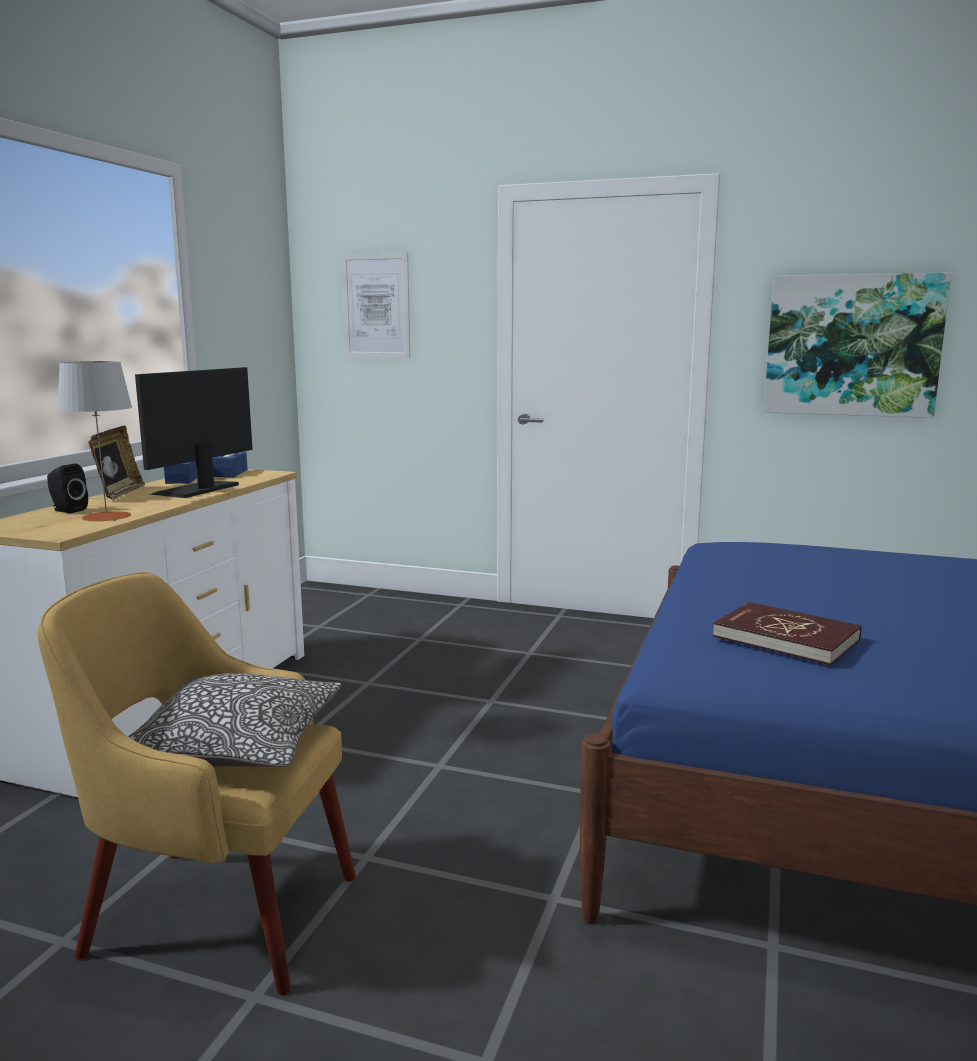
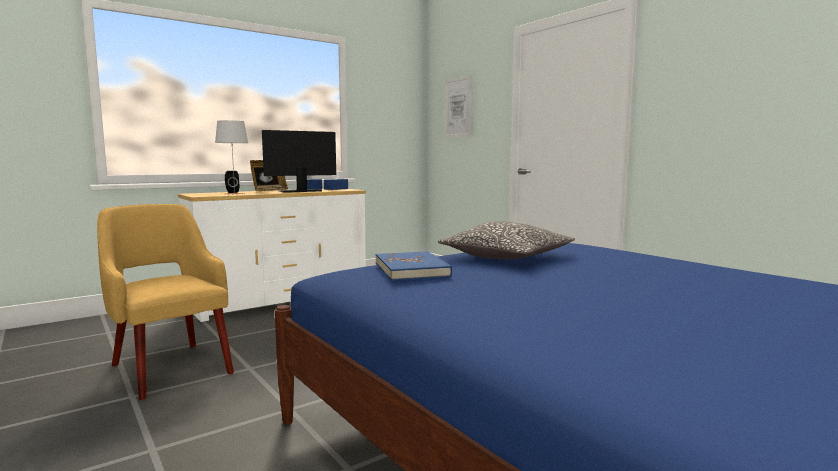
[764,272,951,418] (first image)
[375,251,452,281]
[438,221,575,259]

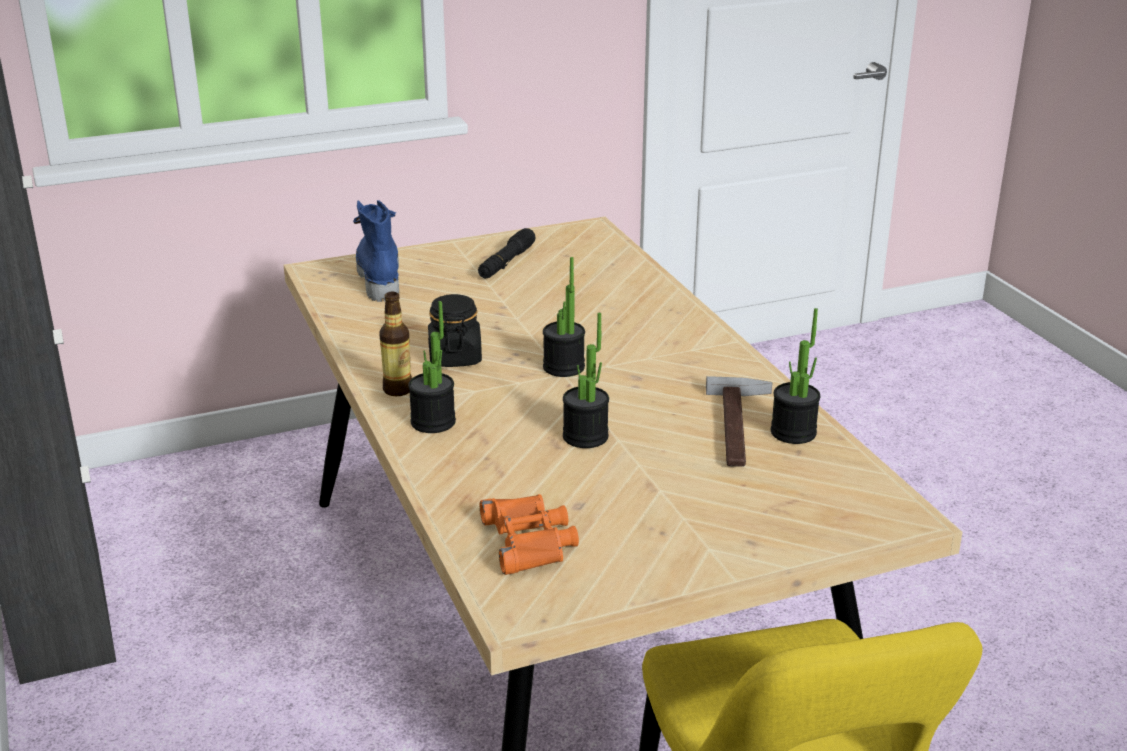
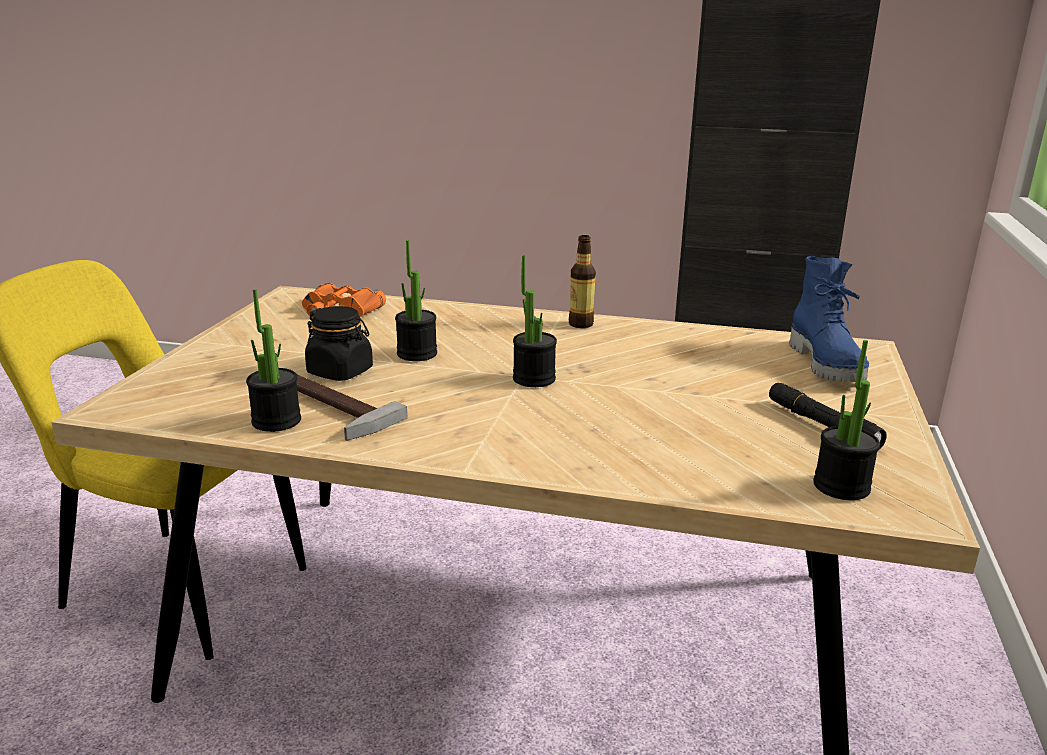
[789,256,869,382]
[305,306,373,381]
[813,340,880,500]

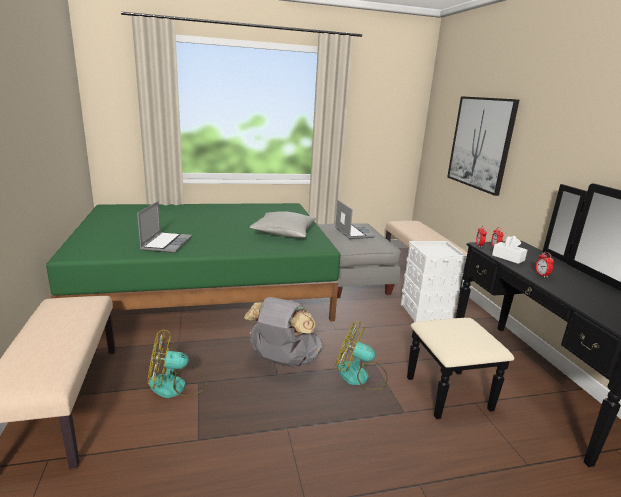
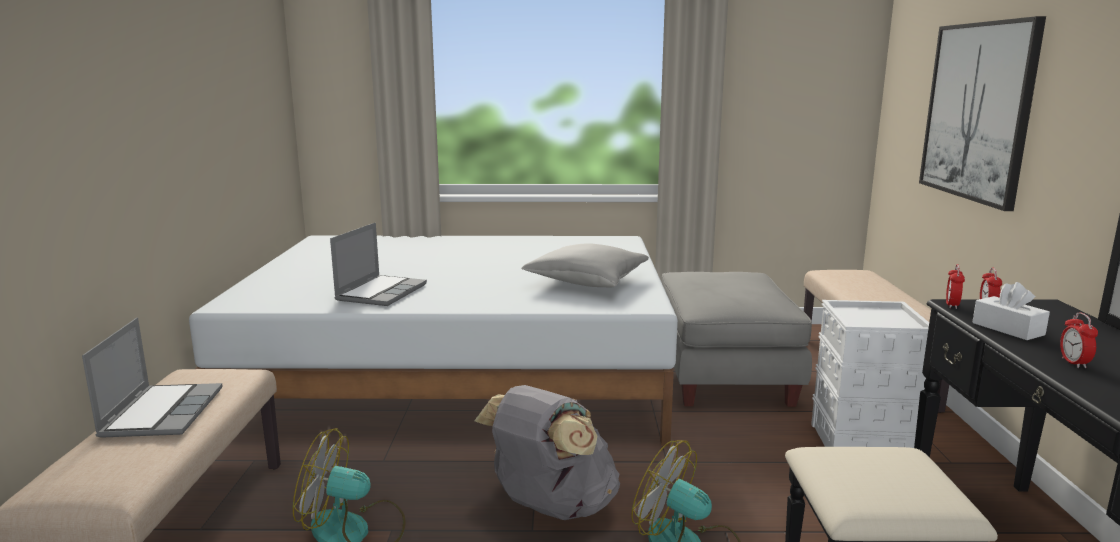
[82,318,222,438]
[189,236,678,446]

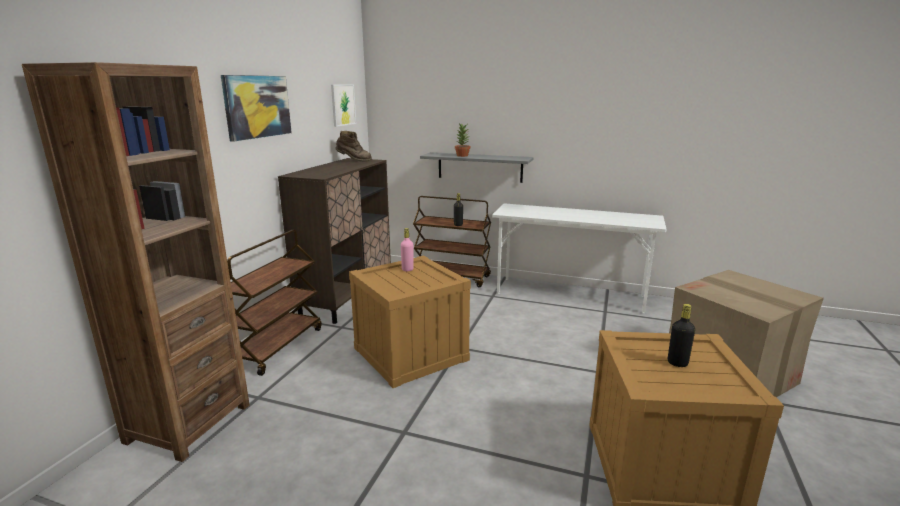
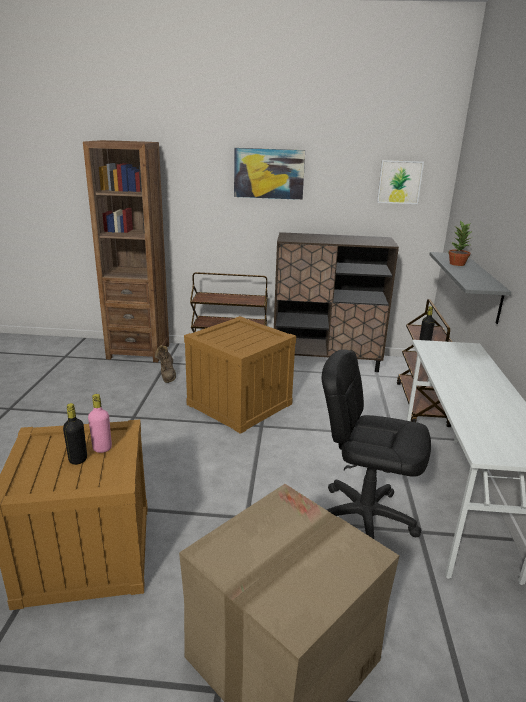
[155,345,176,383]
[88,394,112,453]
[322,350,431,539]

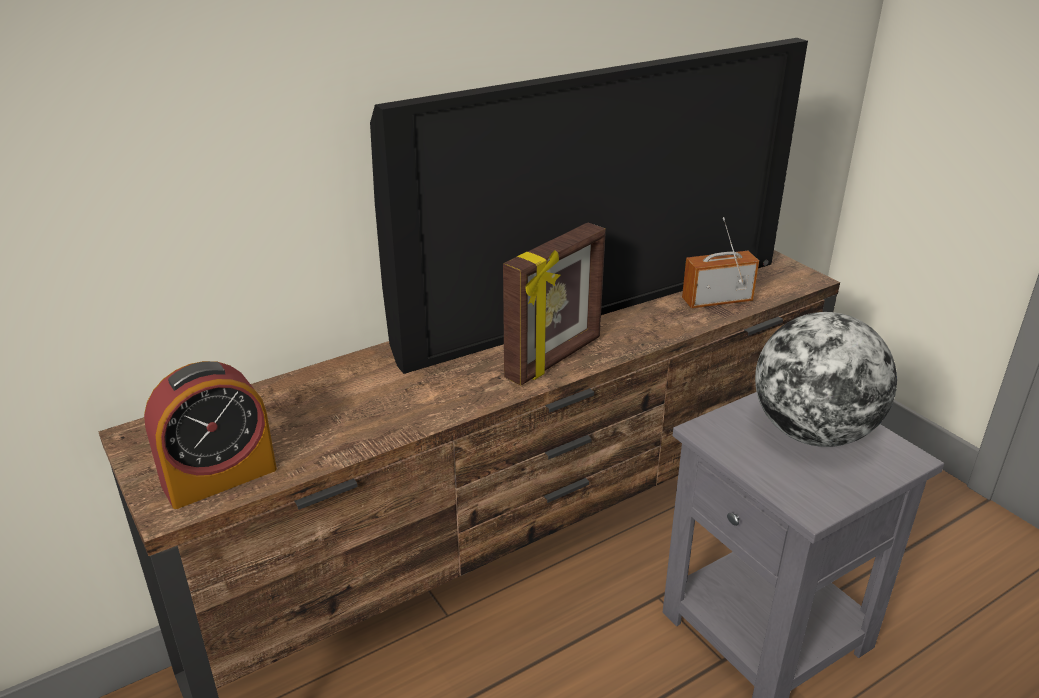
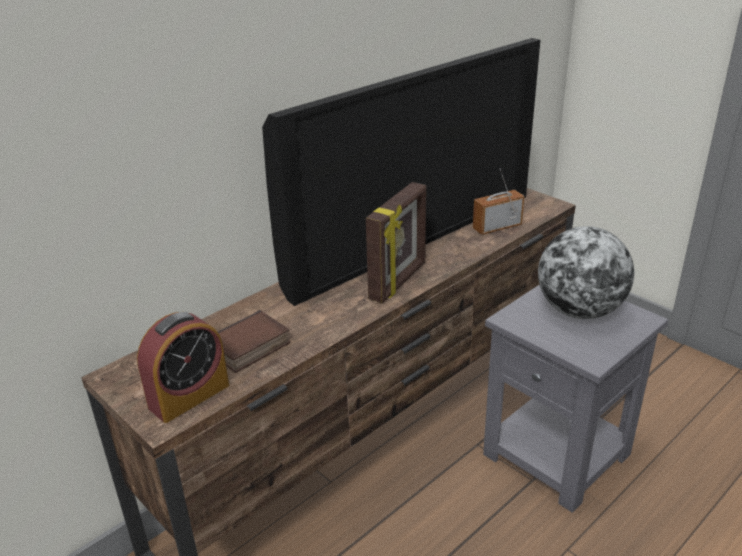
[218,310,291,373]

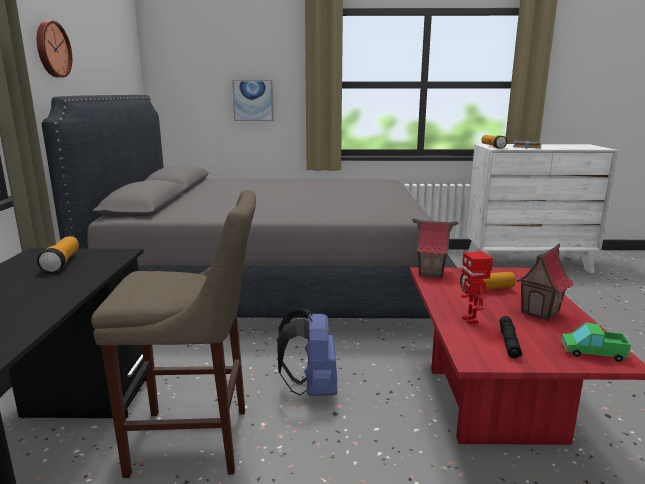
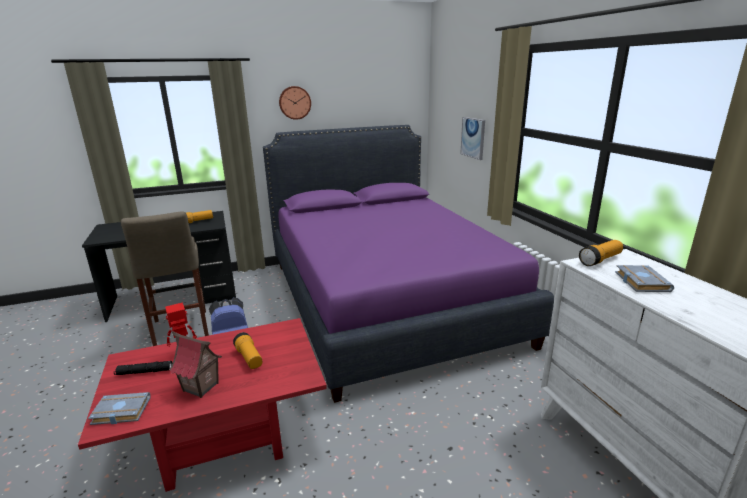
[263,125,554,403]
[412,219,458,278] (first image)
[88,392,150,425]

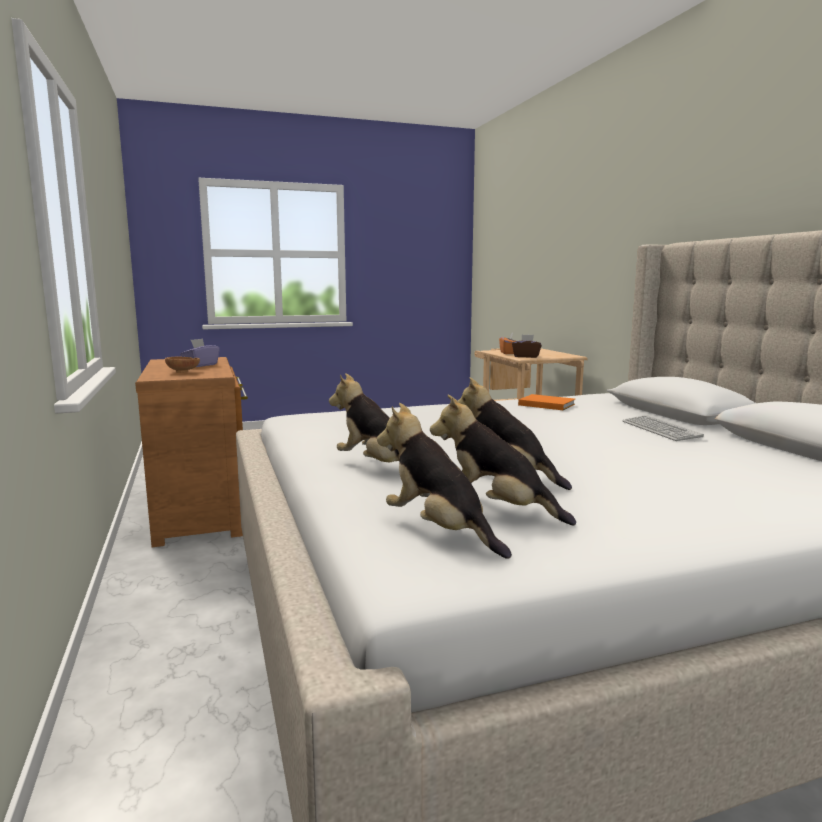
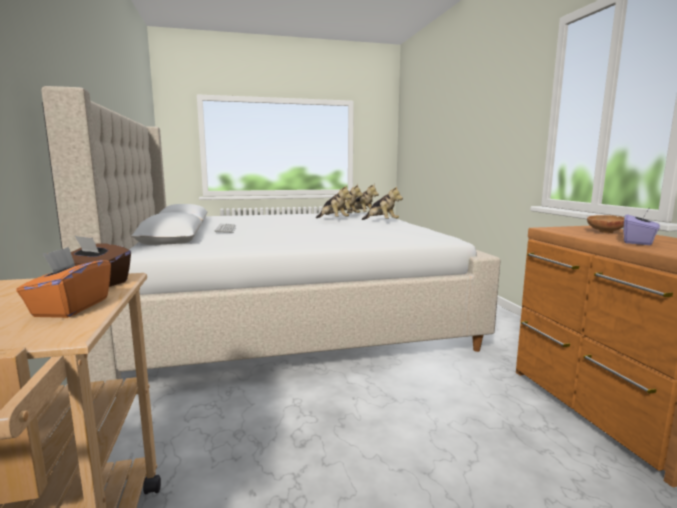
[518,394,575,410] (first image)

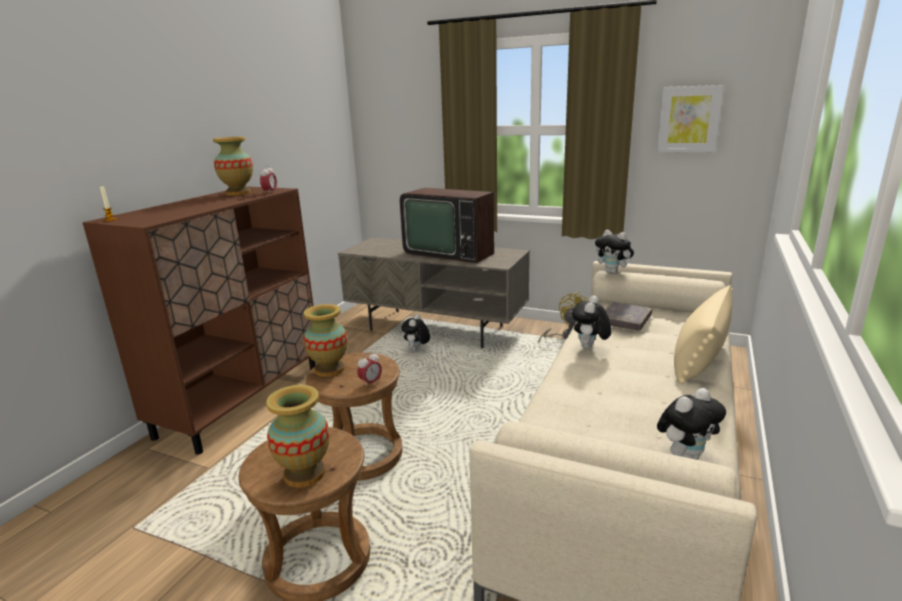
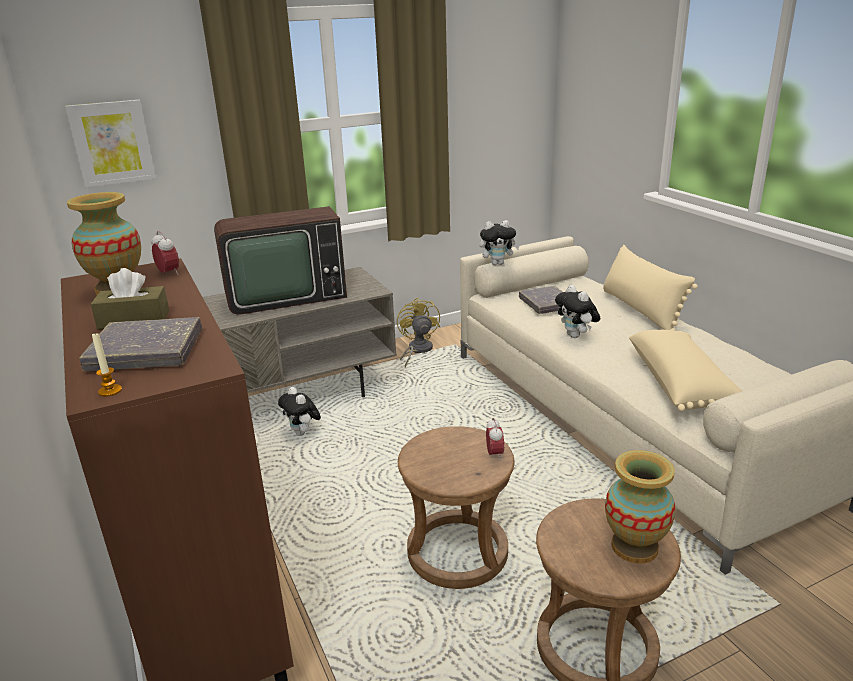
[65,100,156,187]
[304,304,348,377] (first image)
[657,388,726,459] (first image)
[91,268,169,329]
[79,317,202,371]
[629,330,742,411]

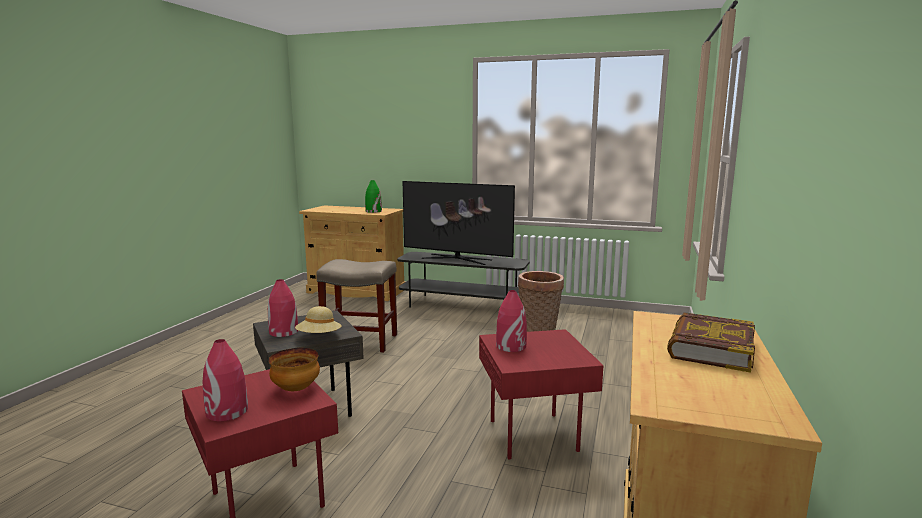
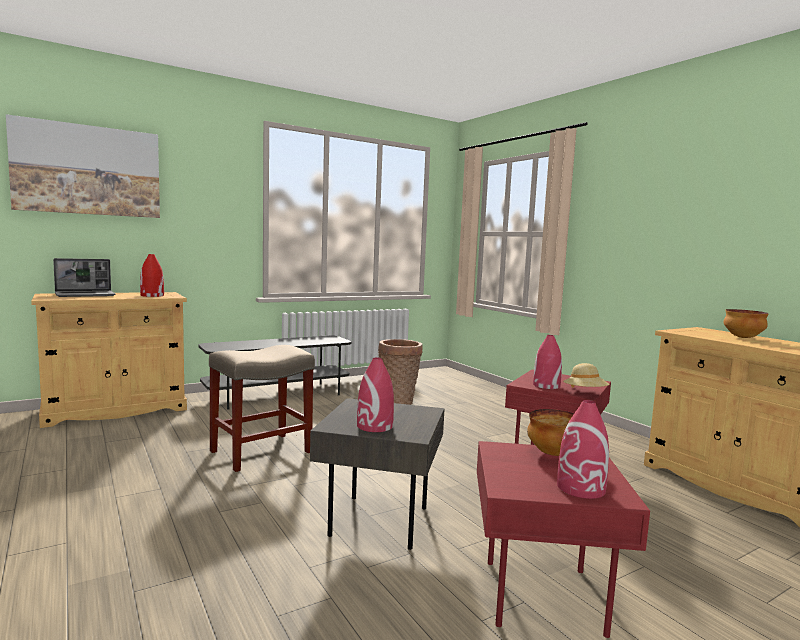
[140,254,164,297]
[403,181,515,265] (first image)
[563,363,609,388]
[724,309,769,338]
[6,114,160,218]
[53,258,115,297]

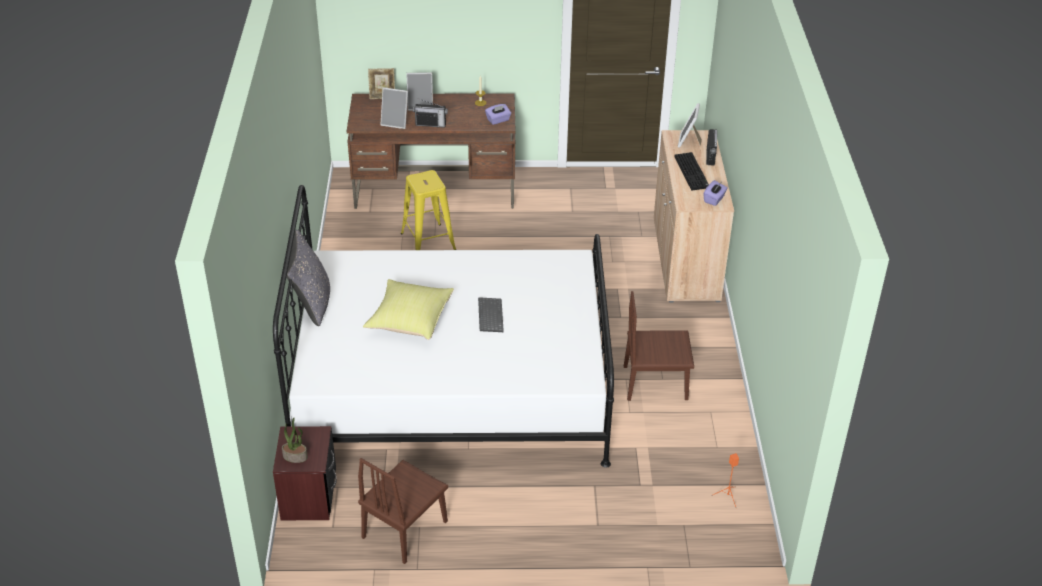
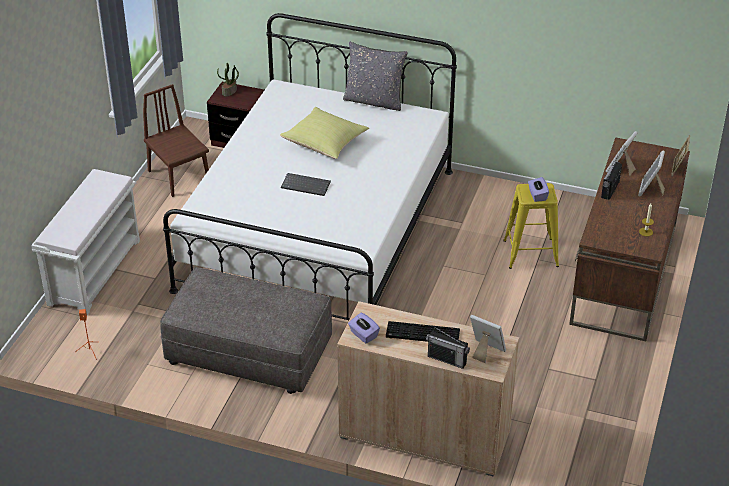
[528,177,549,202]
[160,267,332,394]
[31,169,140,315]

